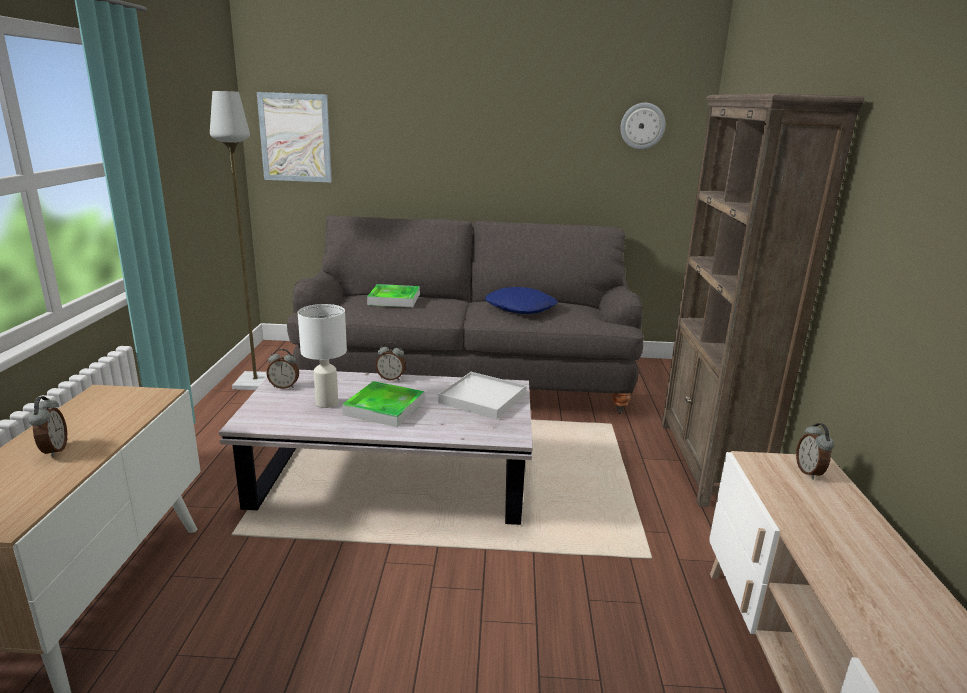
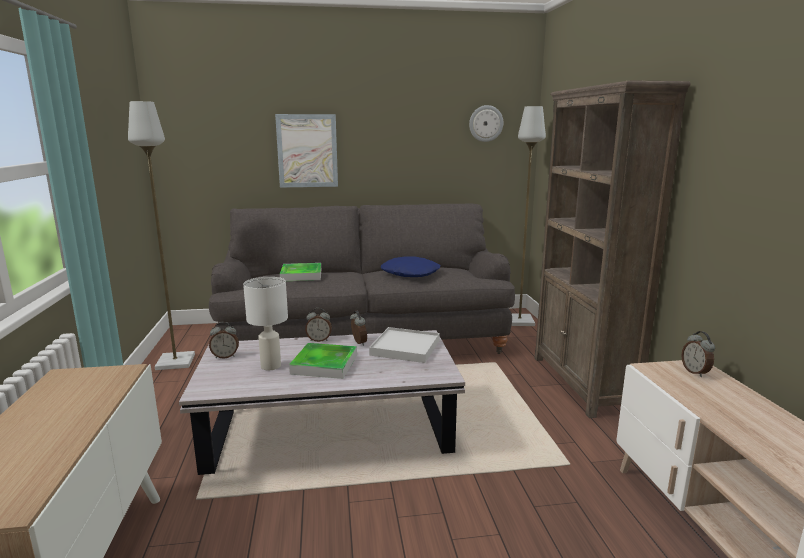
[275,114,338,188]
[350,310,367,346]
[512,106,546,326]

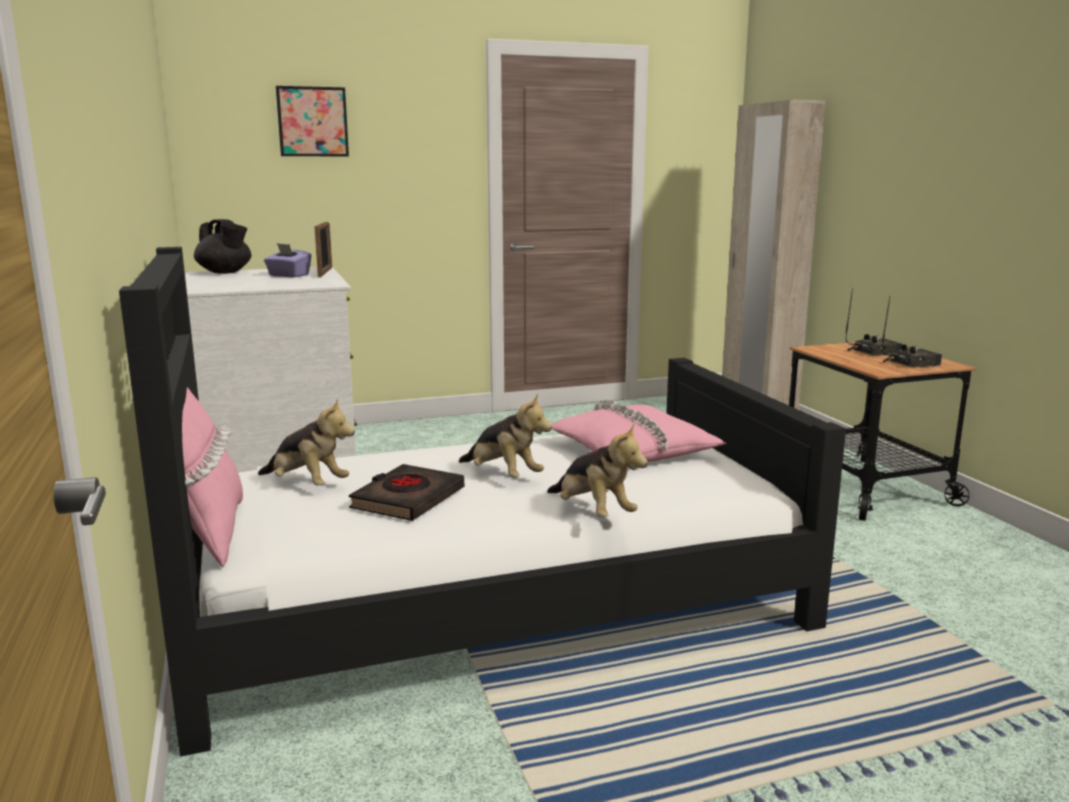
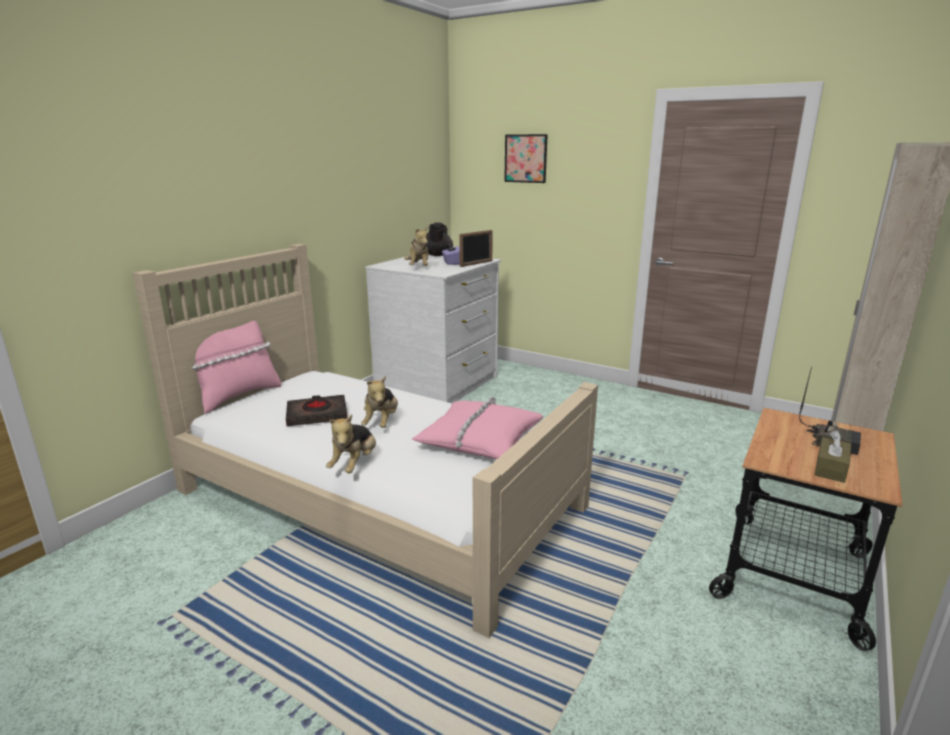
[132,244,598,638]
[815,430,851,483]
[404,227,428,266]

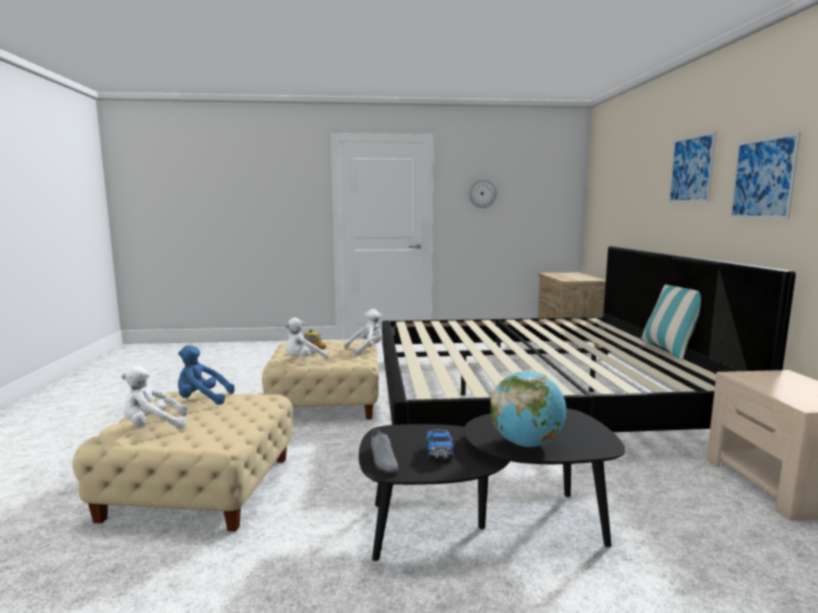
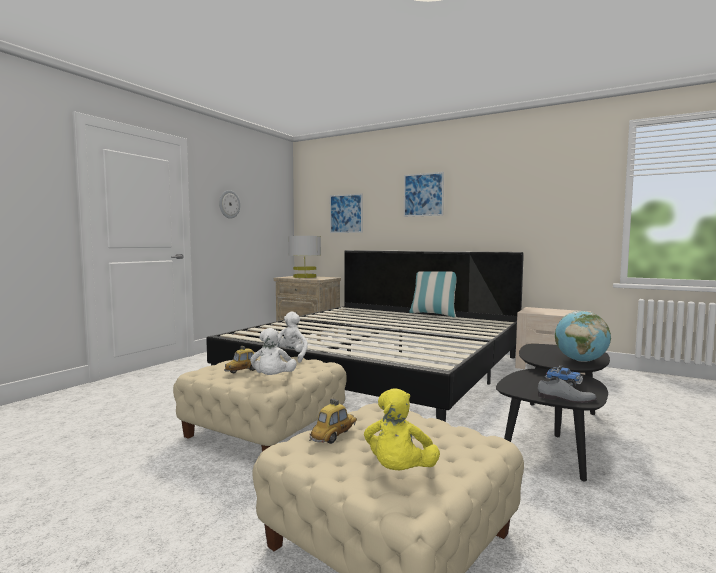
[330,193,363,233]
[309,397,357,444]
[364,388,440,470]
[288,236,321,278]

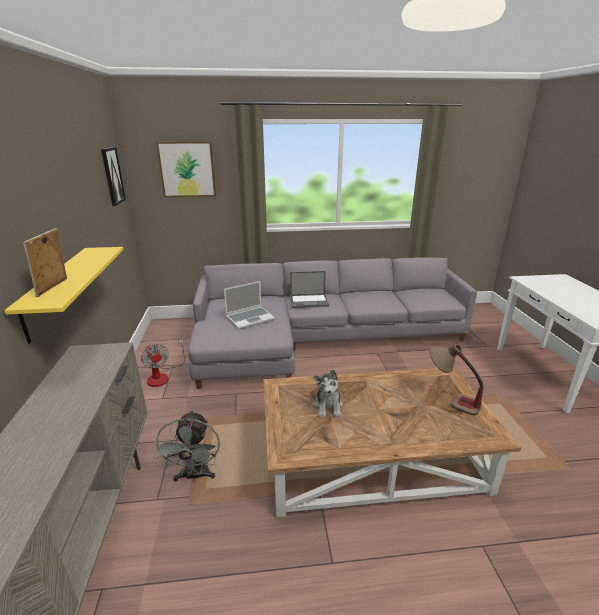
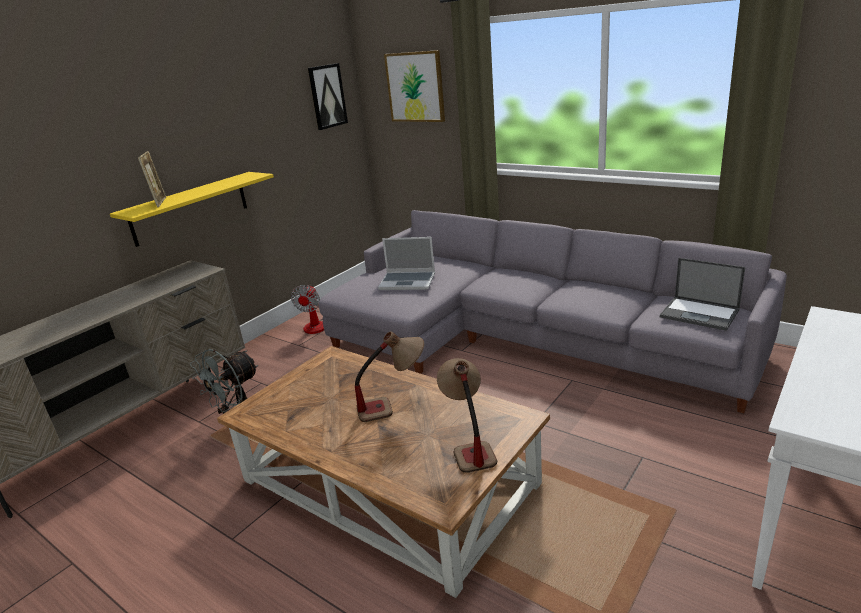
[138,151,166,207]
[660,258,745,331]
[313,369,343,418] (first image)
[355,331,424,422]

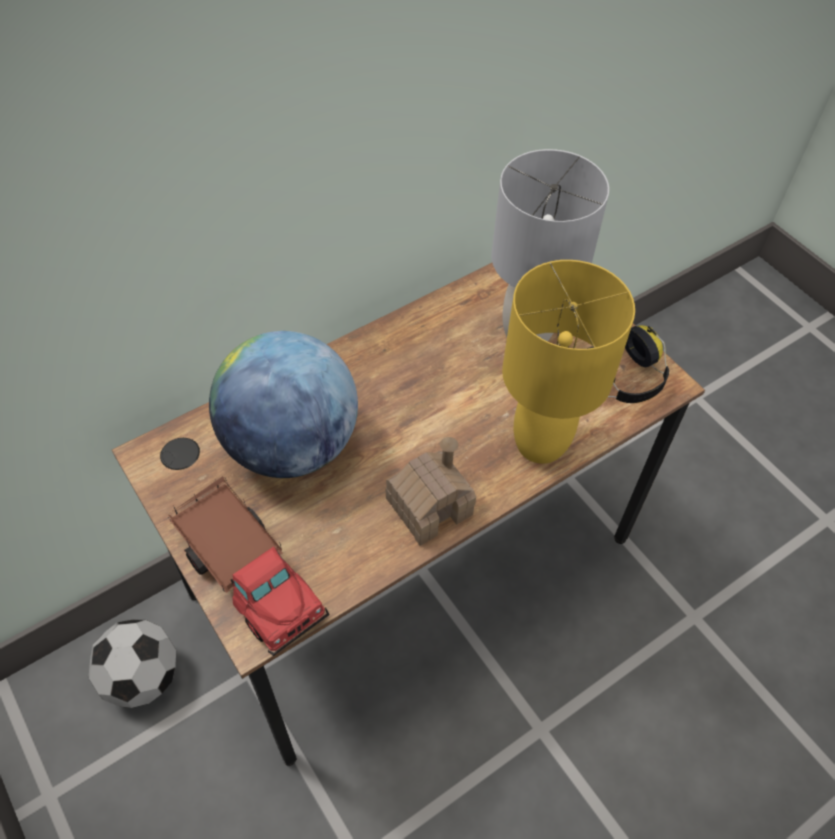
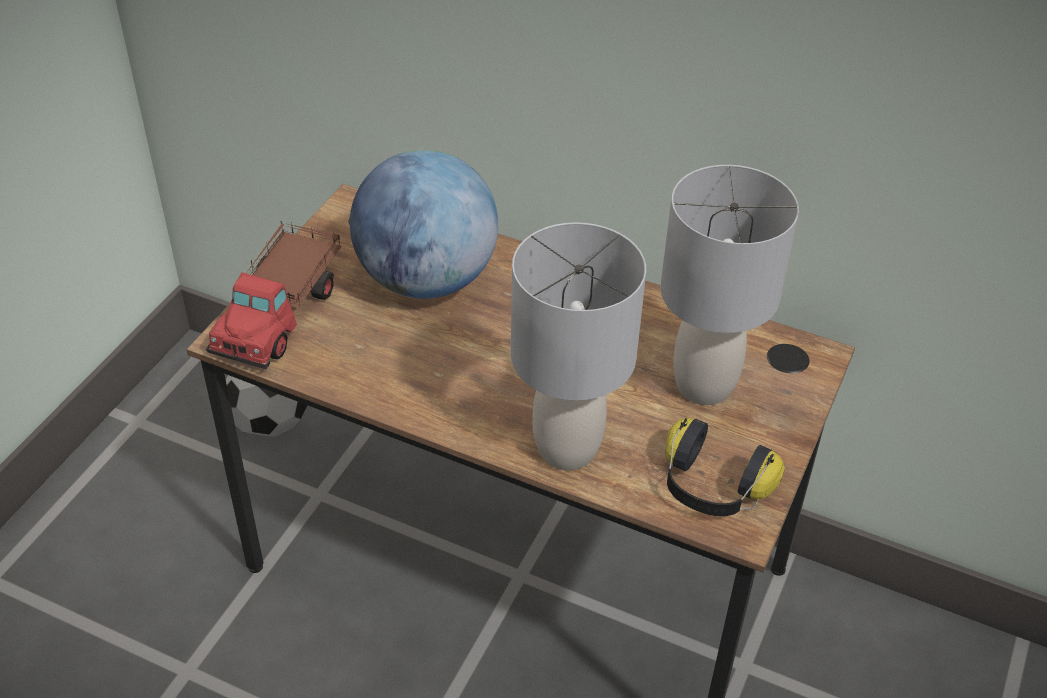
[511,222,646,470]
[386,437,476,546] (first image)

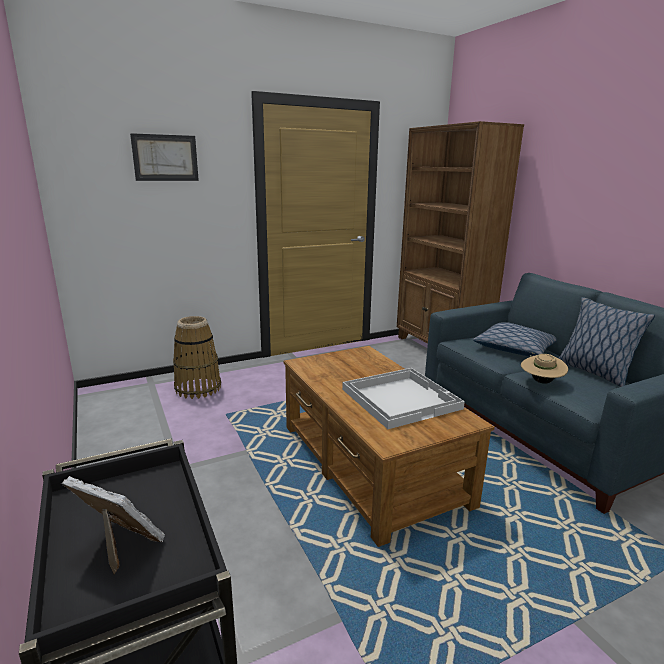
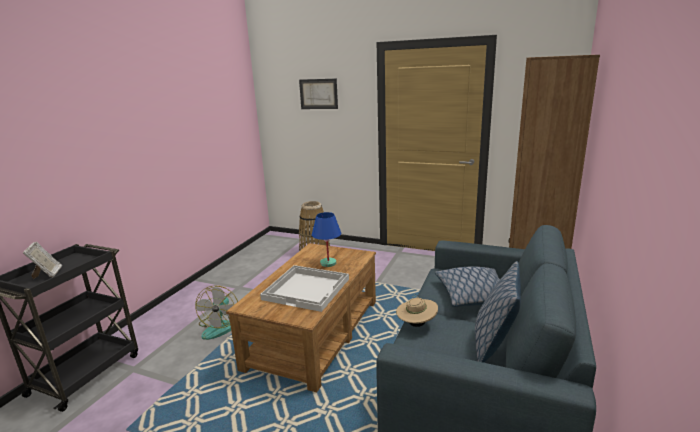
[312,212,341,267]
[195,286,238,340]

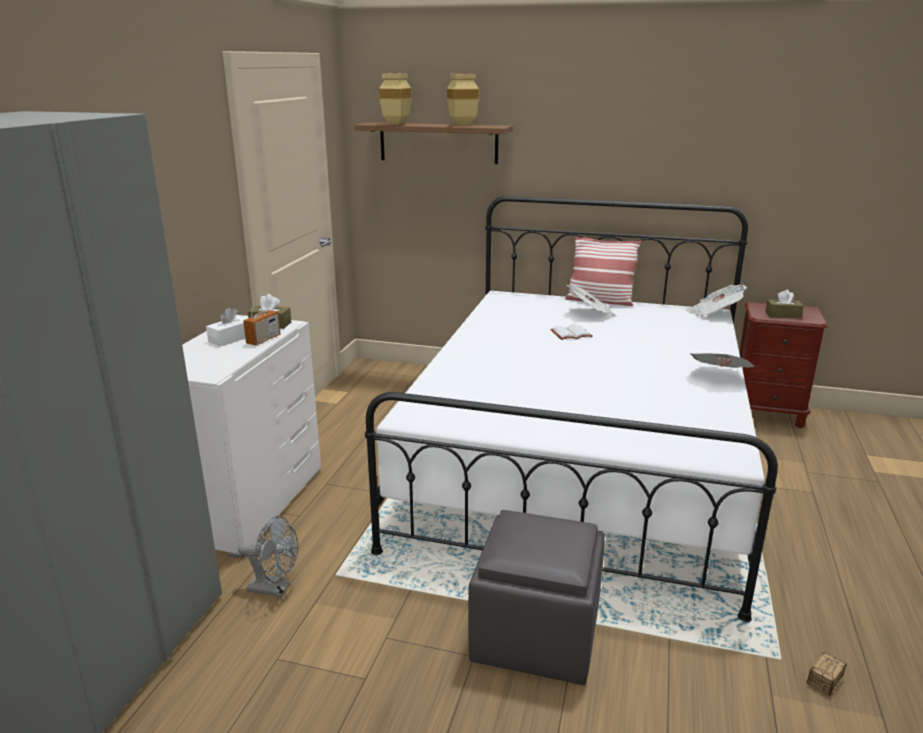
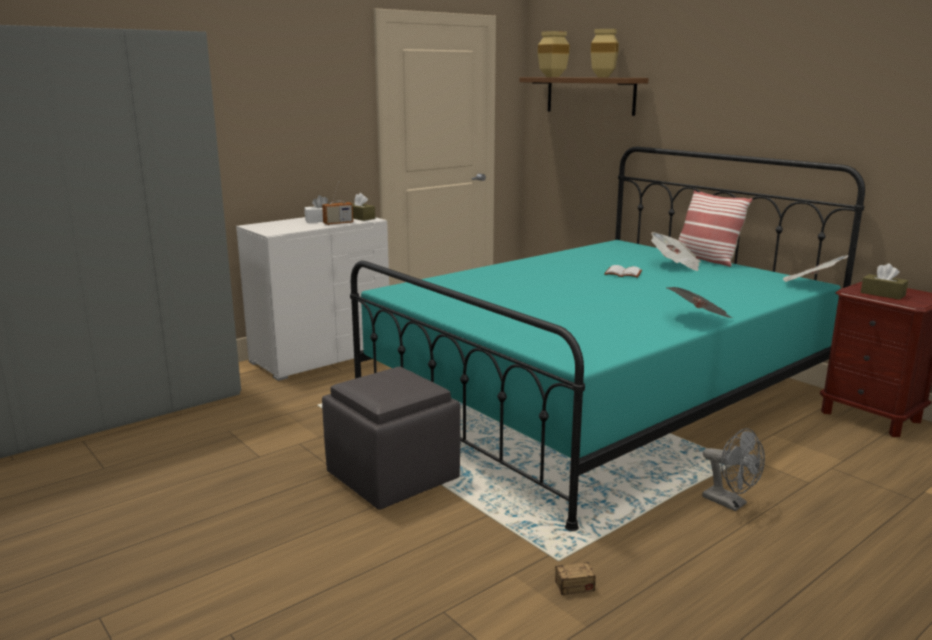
[350,147,865,531]
[702,428,765,511]

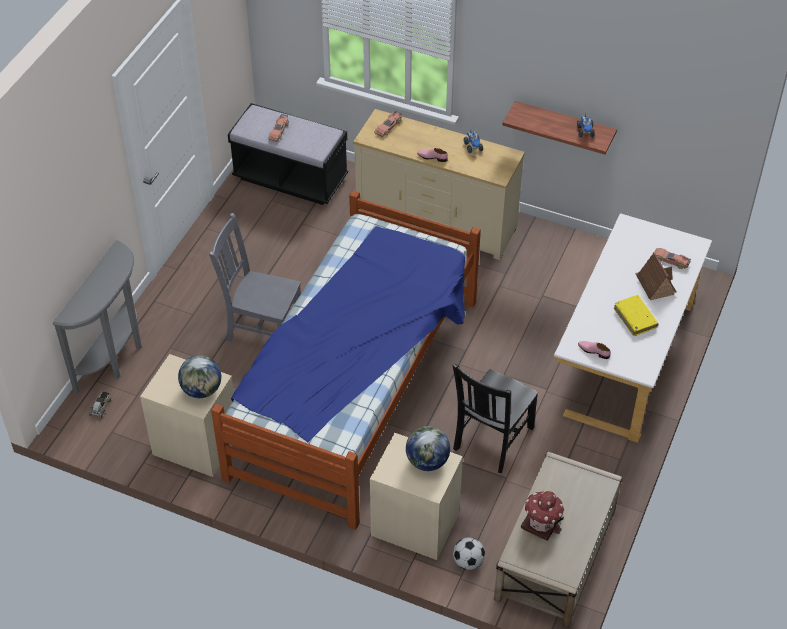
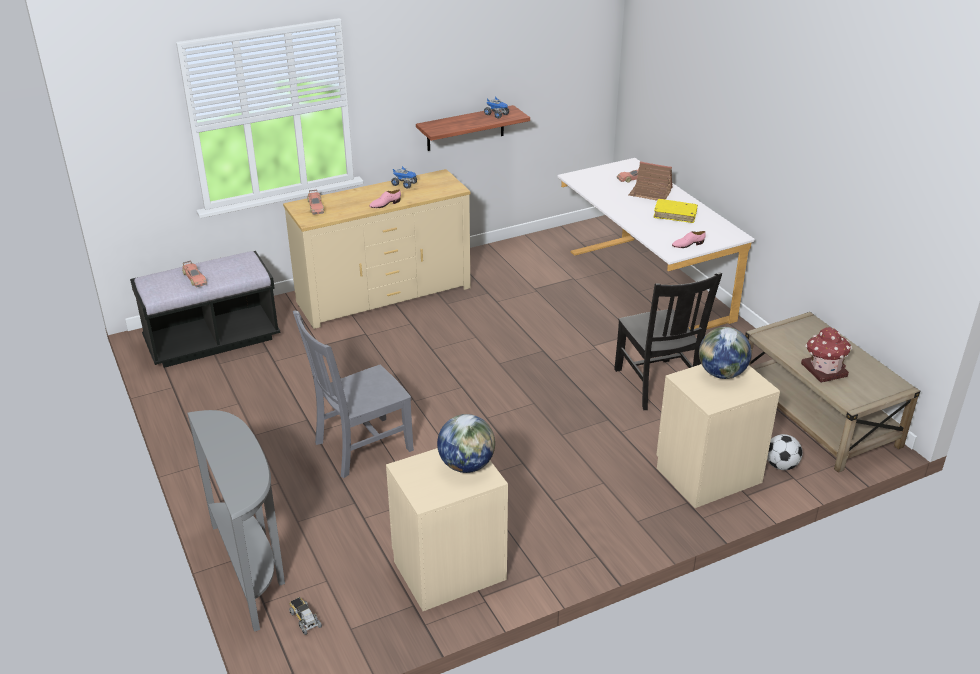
[211,190,481,530] (first image)

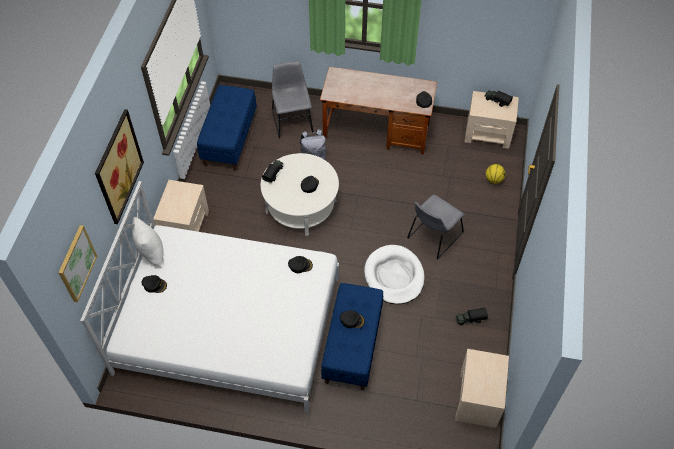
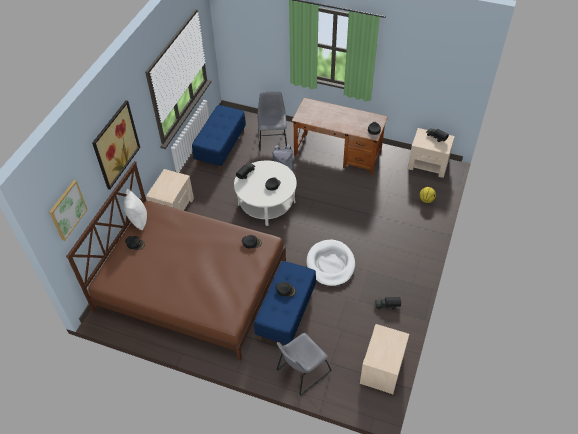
[66,161,286,361]
[277,333,331,396]

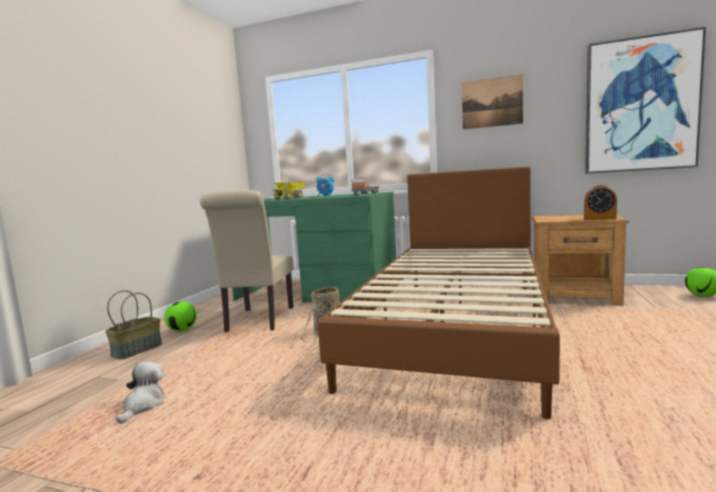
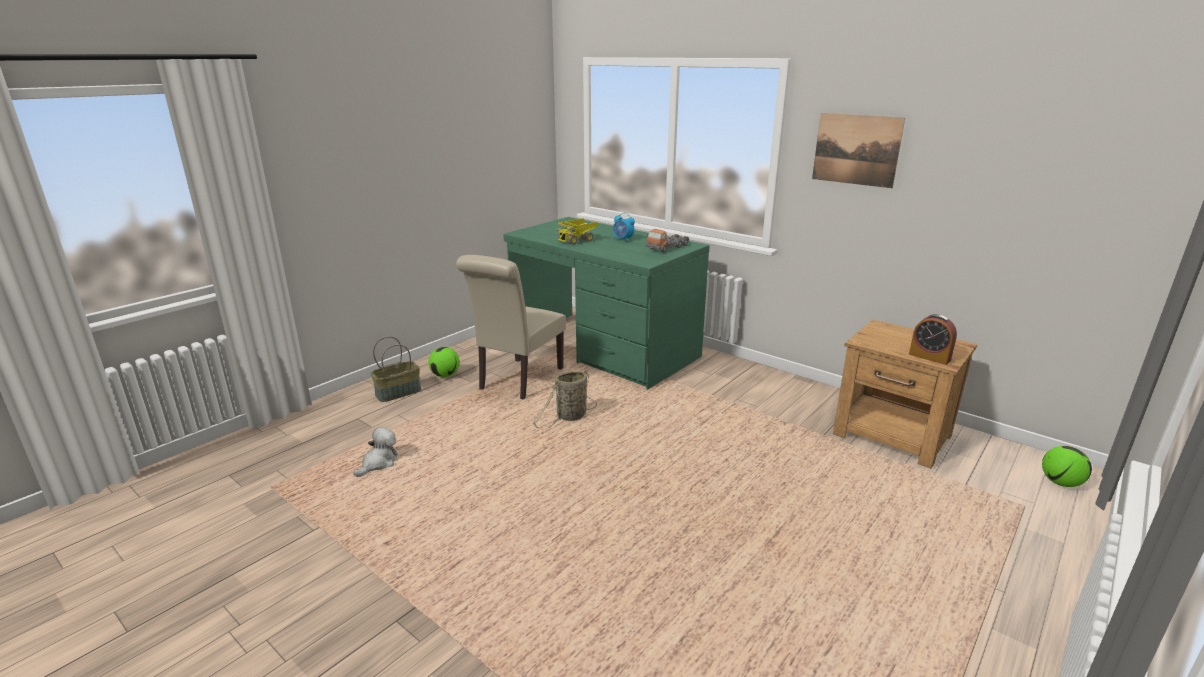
[585,27,706,174] (first image)
[318,166,560,419] (first image)

